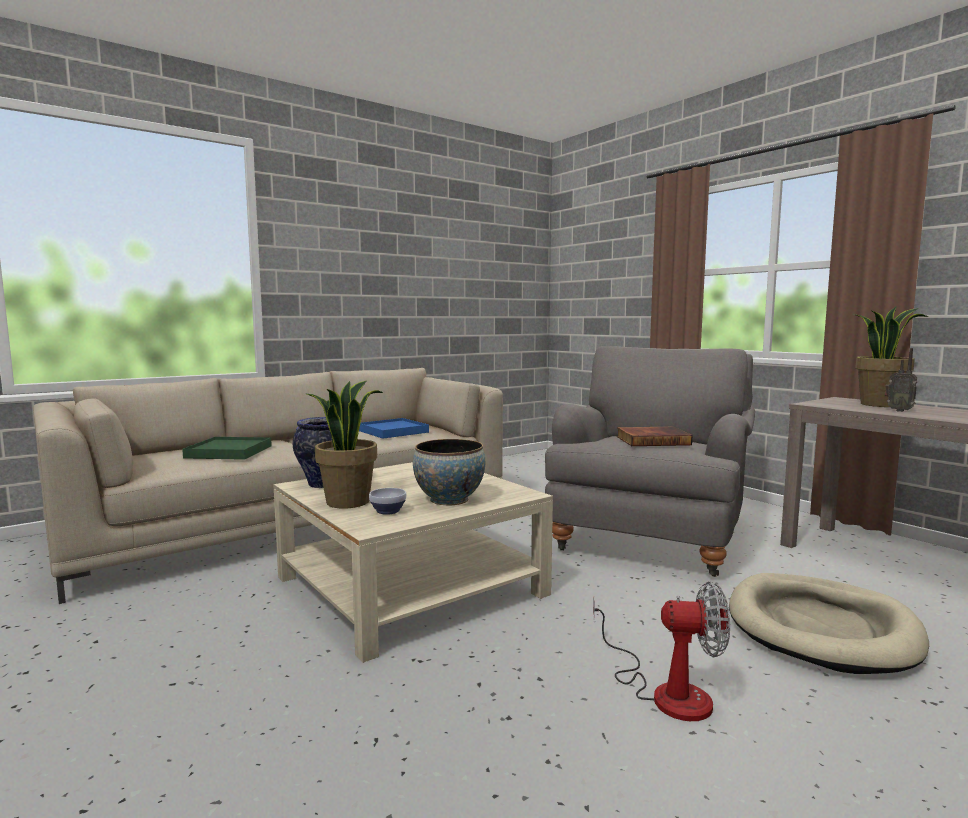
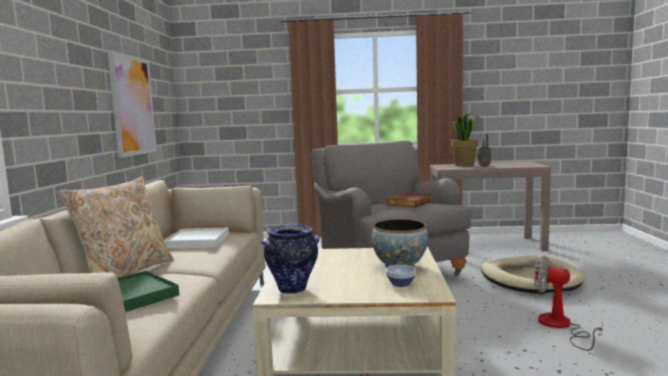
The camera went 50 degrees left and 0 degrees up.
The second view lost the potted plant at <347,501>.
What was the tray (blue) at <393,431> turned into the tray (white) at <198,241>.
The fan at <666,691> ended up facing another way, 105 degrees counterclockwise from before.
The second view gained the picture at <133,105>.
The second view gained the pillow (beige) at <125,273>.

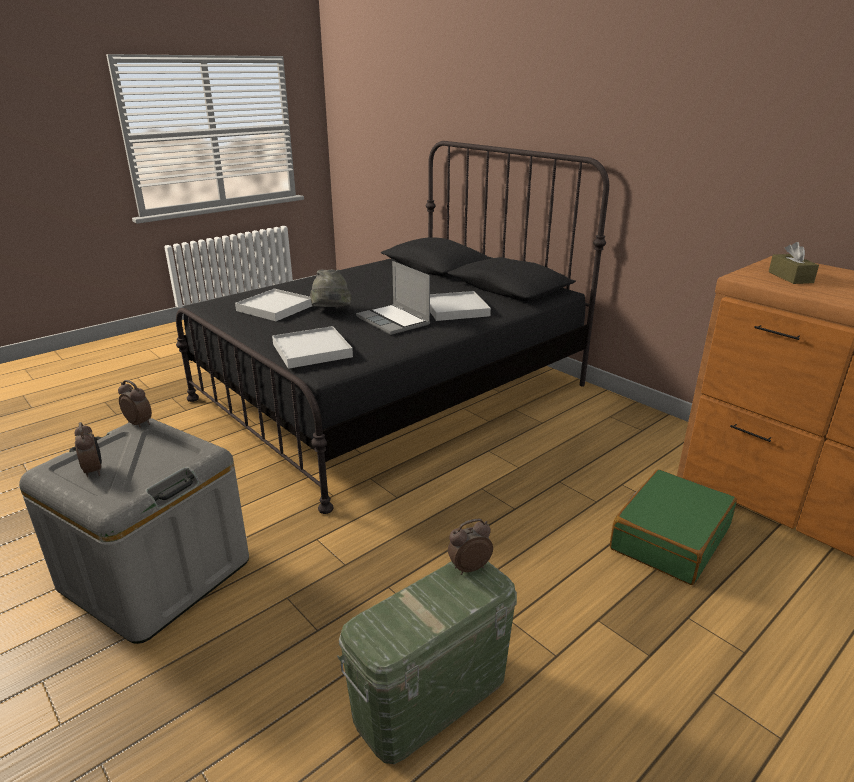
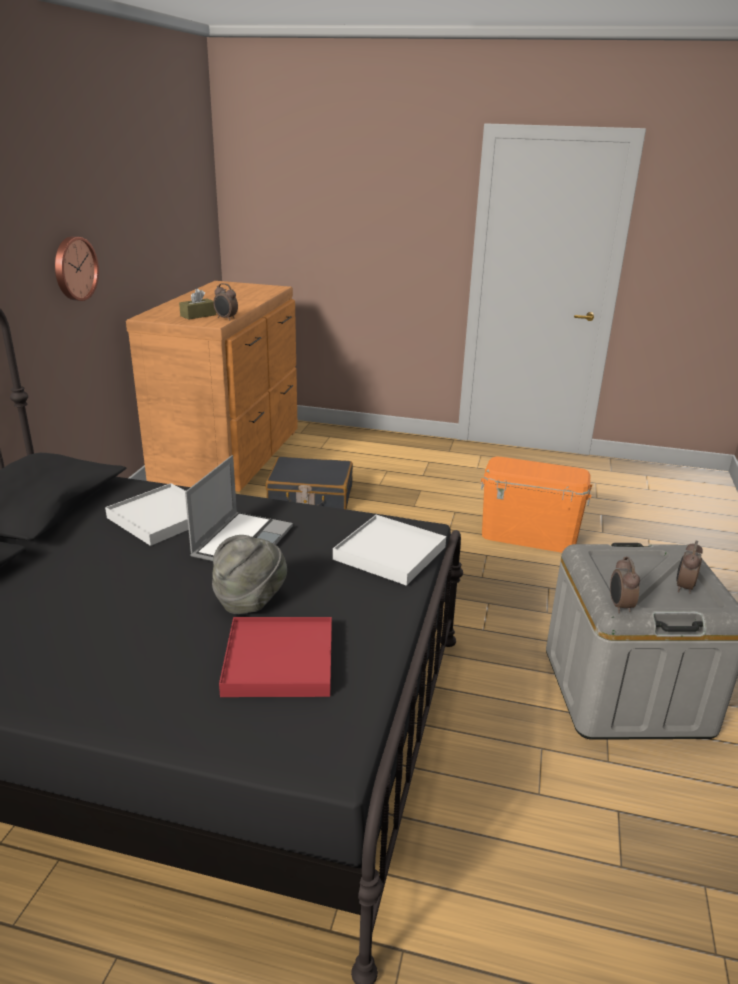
The camera went 125 degrees left and 0 degrees up.
What was the tray (white) at <275,308> turned into the tray (red) at <279,661>.
What was the suitcase (green) at <669,538> turned into the suitcase (black) at <310,496>.
The alarm clock ended up elsewhere, having gone from <468,567> to <226,319>.
What was the storage box (green) at <431,697> turned into the storage box (orange) at <529,536>.
The second view gained the wall clock at <74,268>.

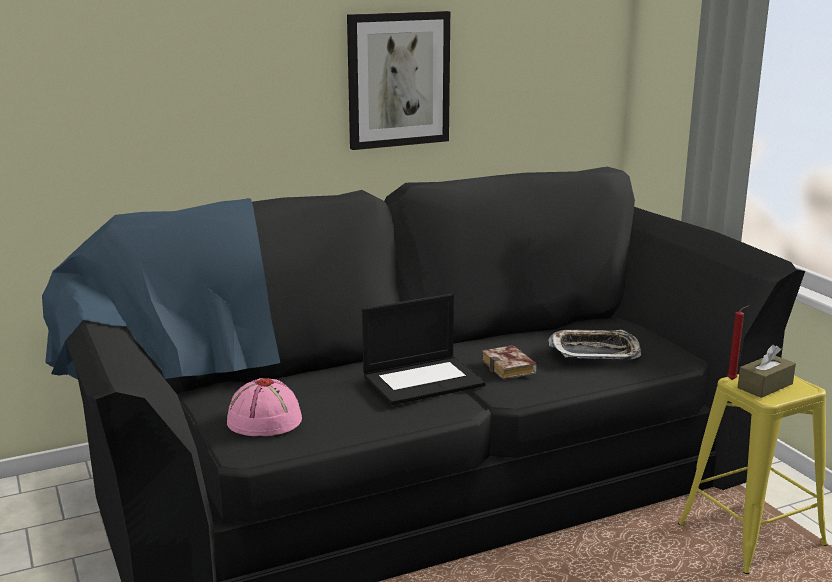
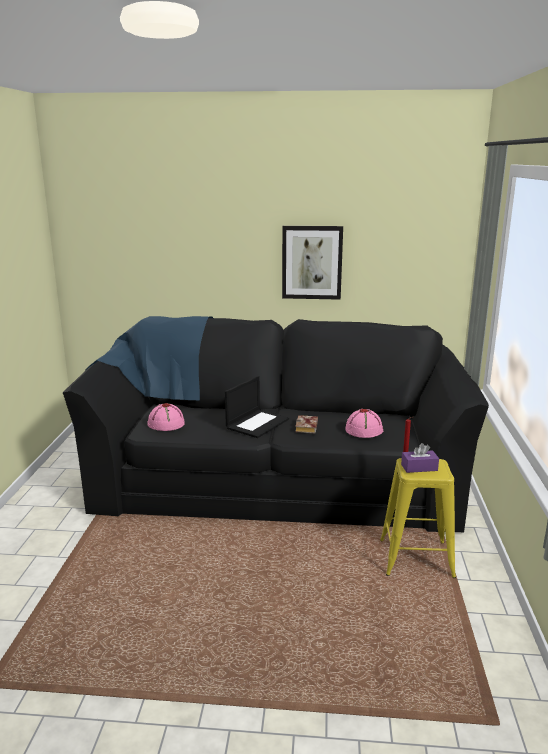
The camera went 30 degrees right and 0 degrees up.
The laptop at <423,380> ended up facing another way, 60 degrees counterclockwise from before.
Where the tray stood at <595,351>, the hat (pink) came to stand at <364,430>.
What was the tissue box (brown) at <765,386> turned into the tissue box (purple) at <419,467>.

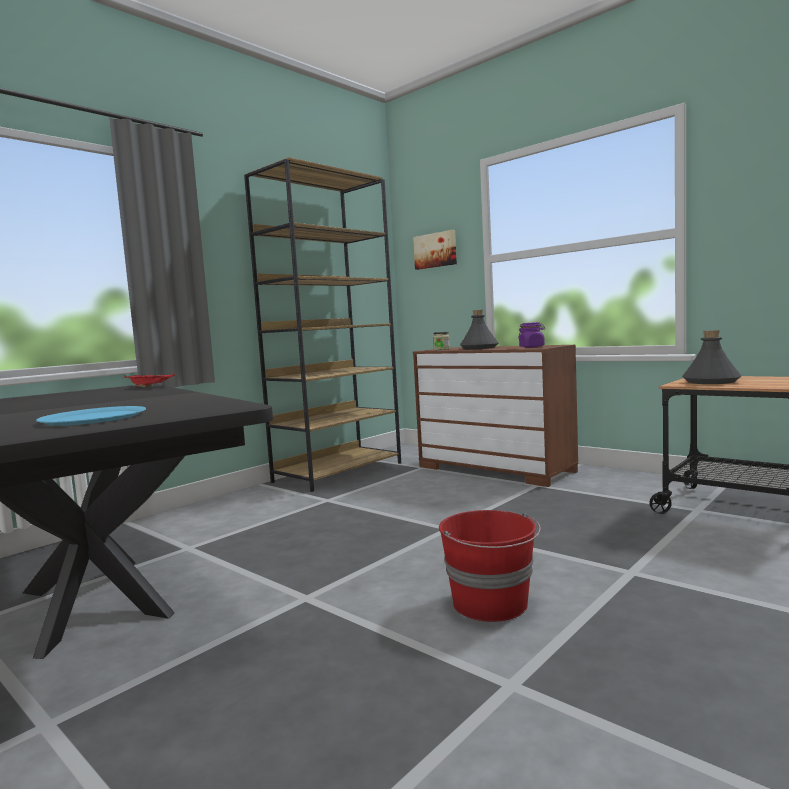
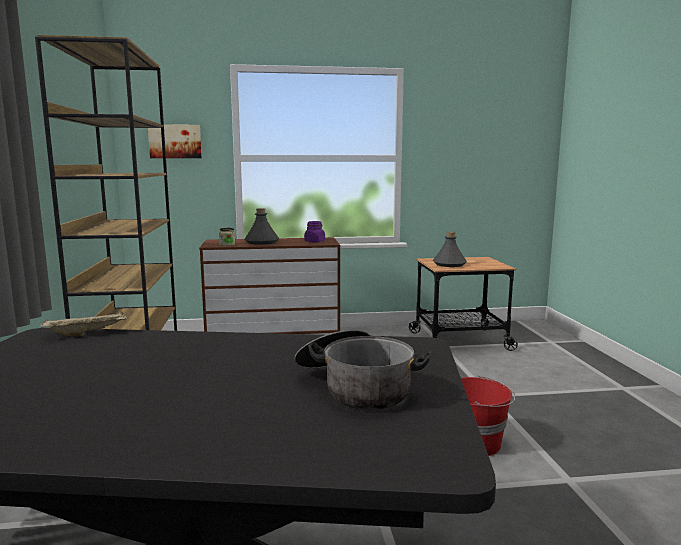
The camera went 50 degrees left and 5 degrees up.
What was the tray (red) at <151,386> turned into the tray (beige) at <88,333>.
Where the plate (blue) stood at <93,418>, the cooking pot came to stand at <355,387>.

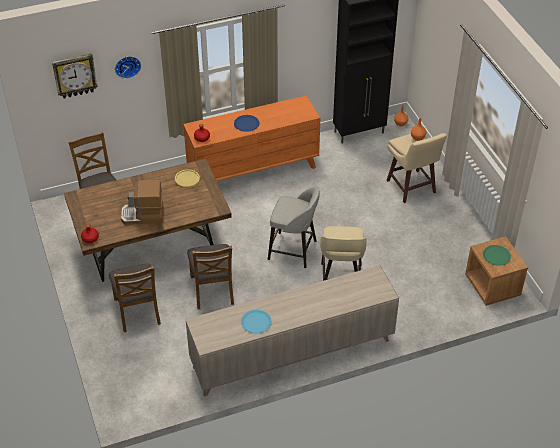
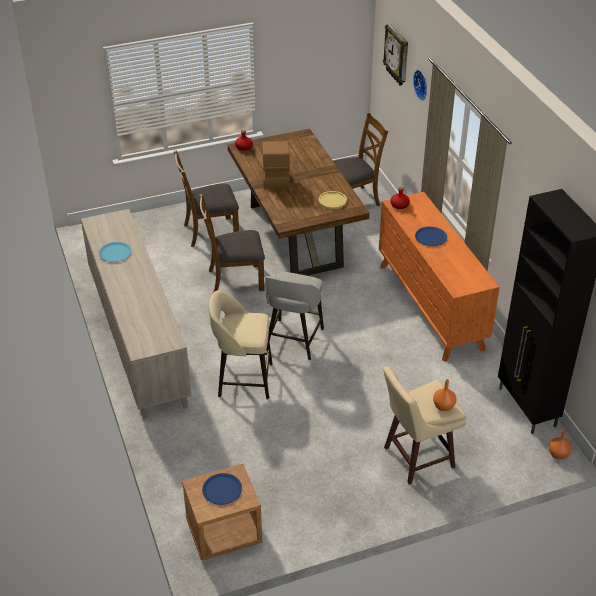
The camera went 90 degrees right and 5 degrees down.
What was the plate (green) at <496,256> turned into the plate (blue) at <222,489>.

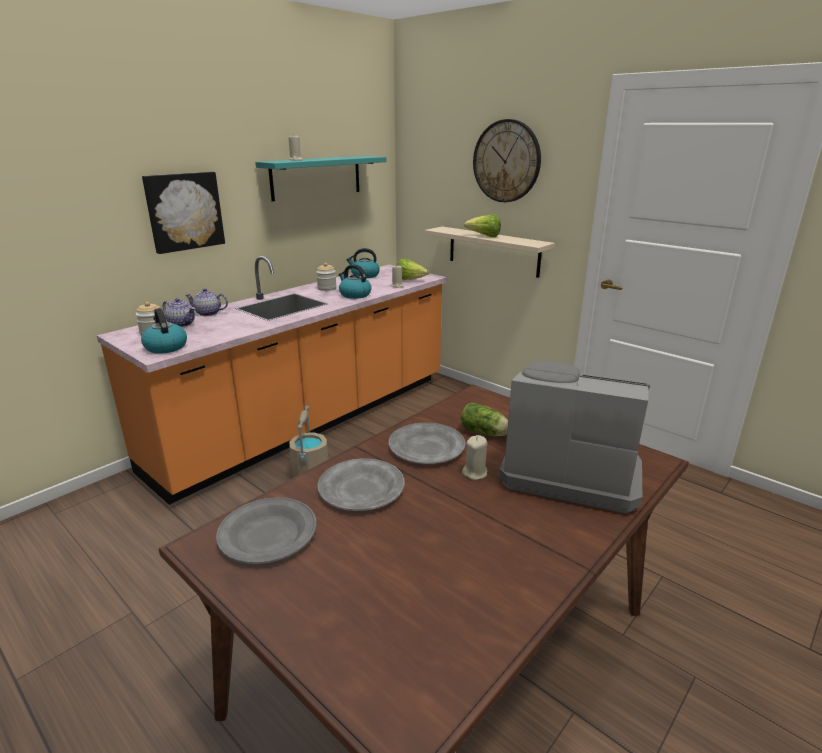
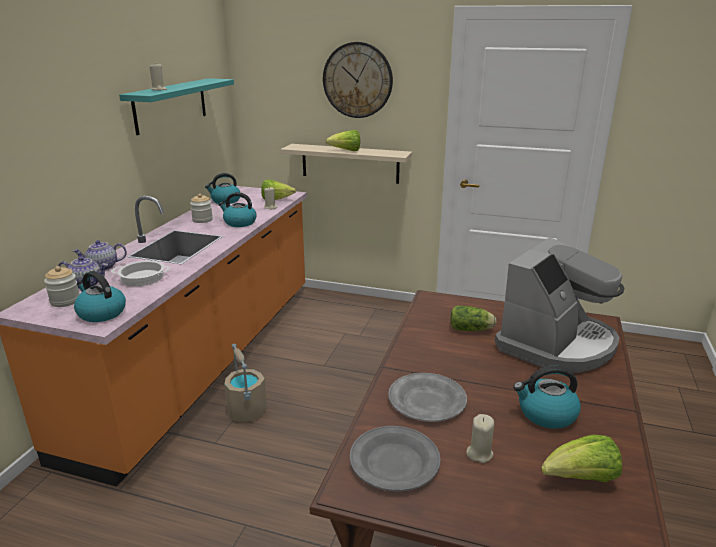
The camera went 25 degrees left and 0 degrees up.
The second view lost the picture at <184,211>.
The coffee machine at <568,470> ended up facing another way, 135 degrees clockwise from before.
The second view lost the plate (grey) at <426,447>.
The candle (beige) ended up elsewhere, having gone from <475,473> to <479,453>.
The second view gained the cooking pot at <143,277>.
The second view gained the kettle at <546,414>.
The second view gained the lettuce at <580,479>.

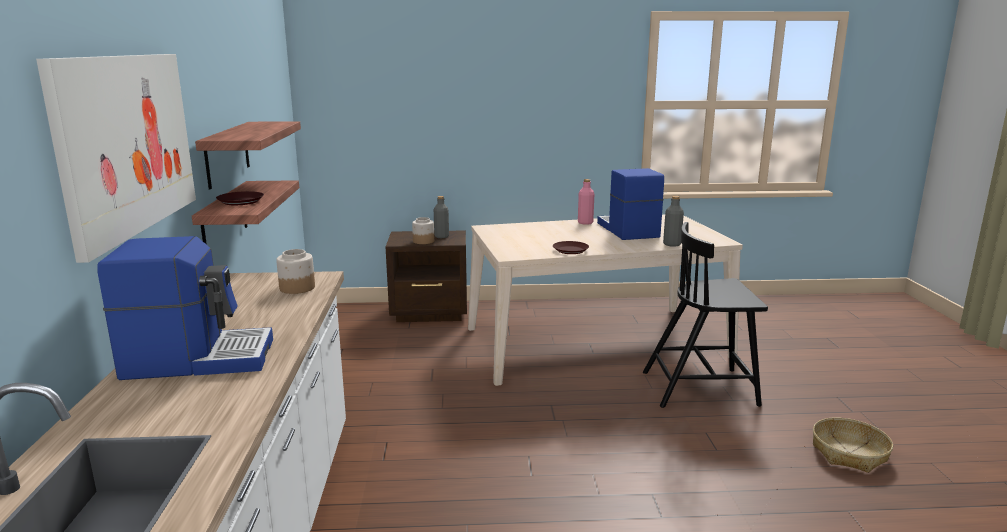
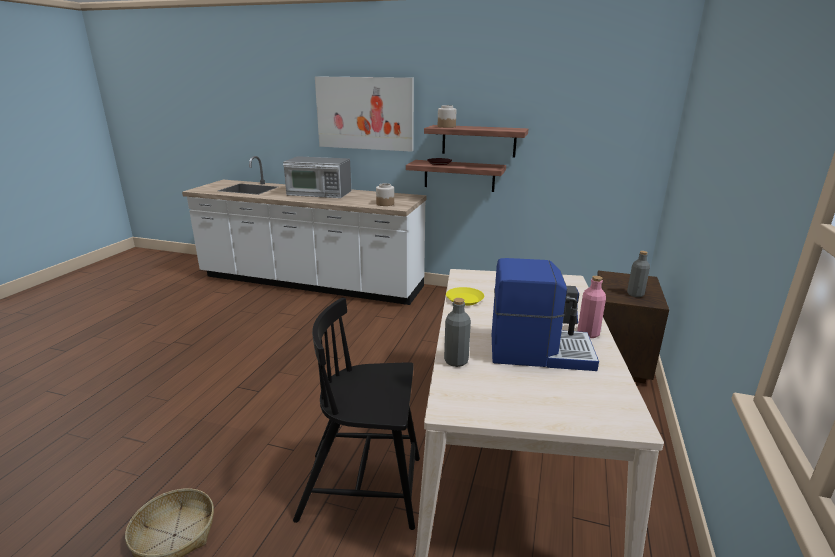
The camera went 110 degrees right and 5 degrees up.
The jar ended up elsewhere, having gone from <423,241> to <446,126>.
The chair (black) at <701,388> ended up facing another way, 105 degrees counterclockwise from before.
Where the coffee machine stood at <198,358>, the microwave came to stand at <319,193>.
What was the plate (brown) at <570,250> turned into the plate (yellow) at <465,299>.

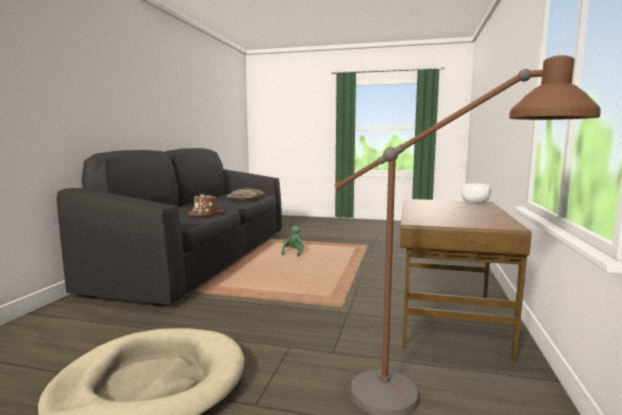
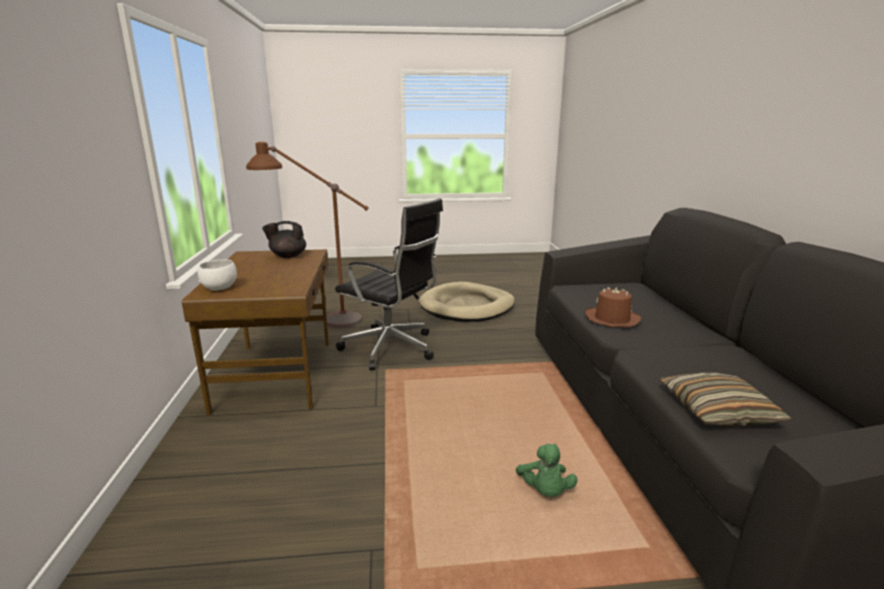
The camera went 160 degrees right and 10 degrees up.
The second view gained the office chair (black) at <391,349>.
The second view gained the teapot (black) at <287,256>.

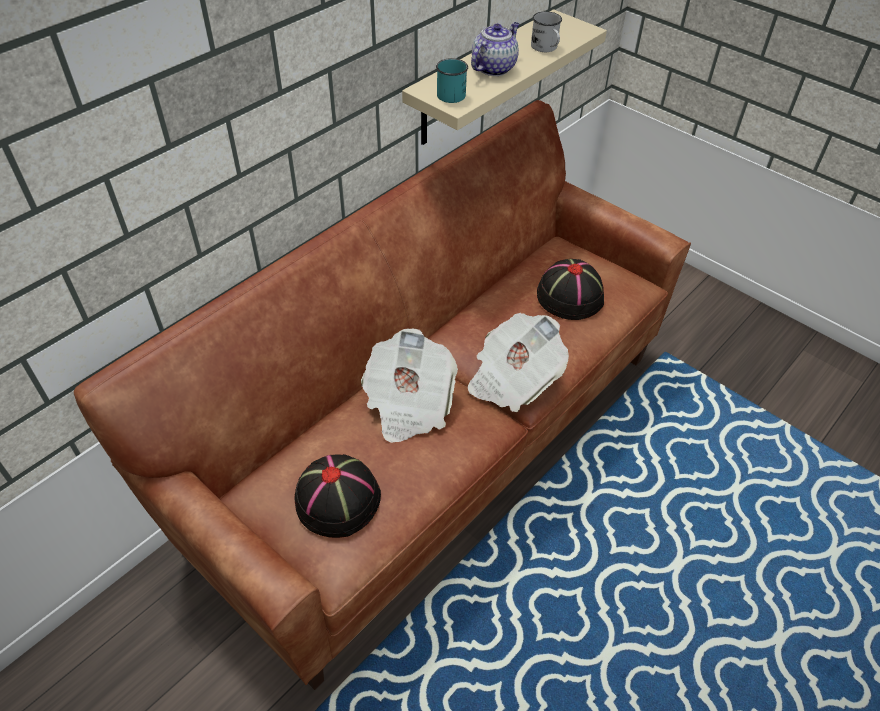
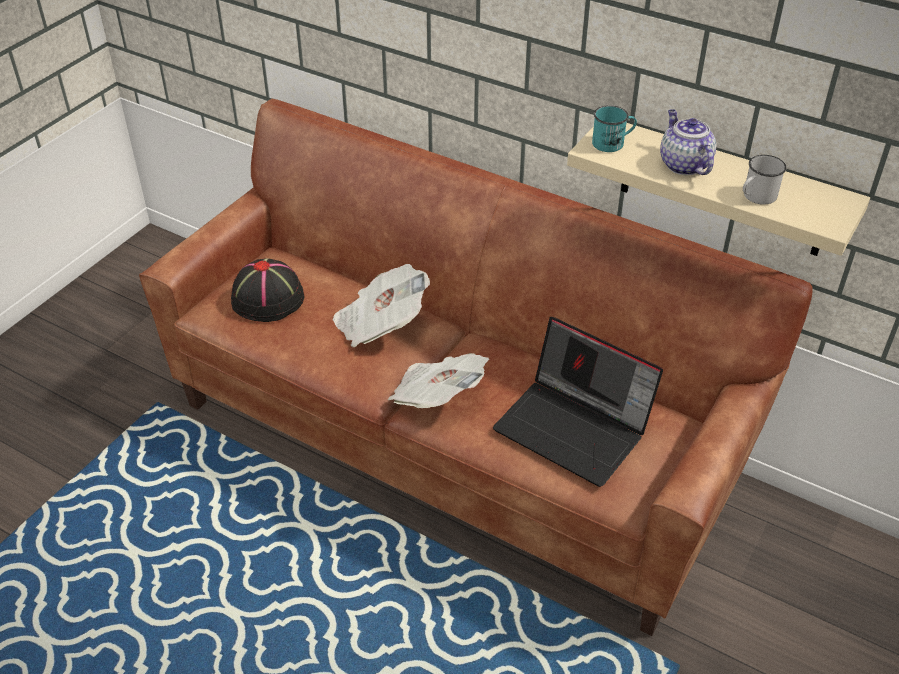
The camera went 80 degrees right and 5 degrees down.
The teapot at <493,68> ended up facing another way, 135 degrees counterclockwise from before.
Where the hat (black) stood at <569,295>, the laptop came to stand at <575,428>.

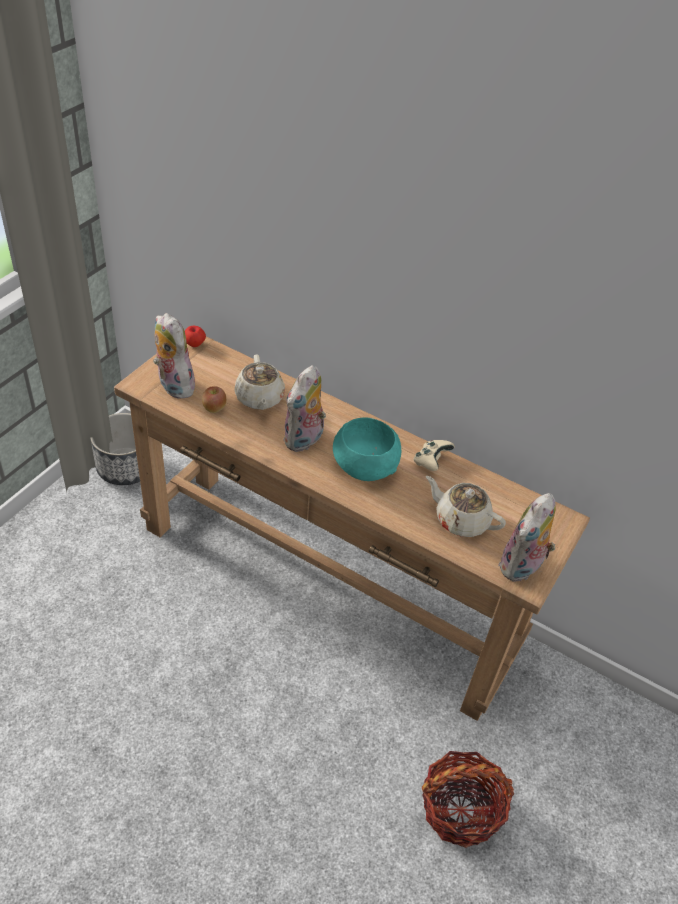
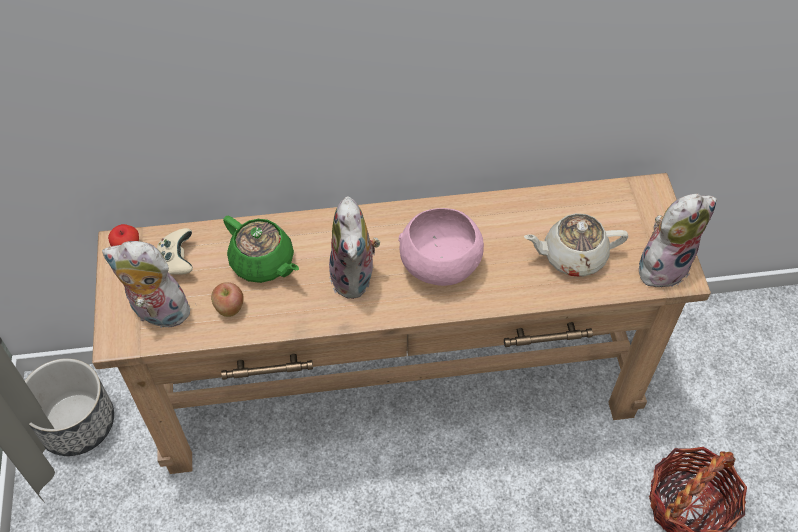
The camera went 35 degrees left and 10 degrees up.
What was the teapot (beige) at <259,398> turned into the teapot (green) at <263,263>.
What was the bowl (turquoise) at <363,468> turned into the bowl (pink) at <439,266>.
The game controller (beige) ended up elsewhere, having gone from <431,461> to <177,261>.
The plush toy at <522,568> ended up facing another way, 120 degrees counterclockwise from before.

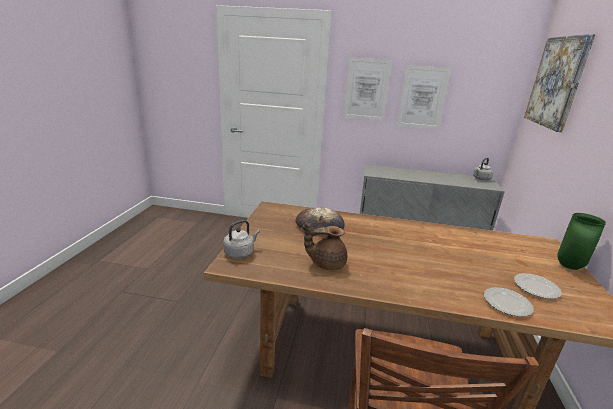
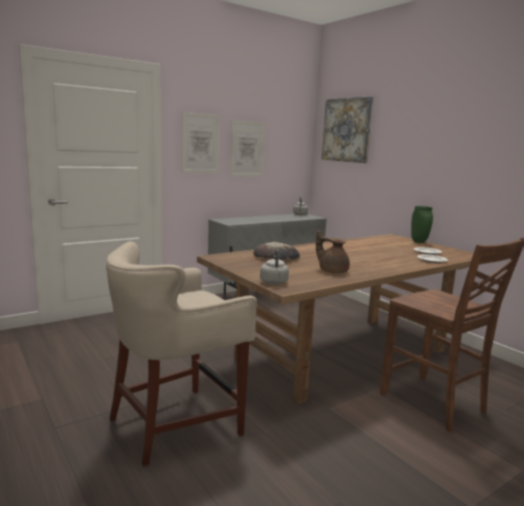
The camera went 45 degrees left and 10 degrees down.
The teapot (brown) at <326,263> ended up facing another way, 90 degrees clockwise from before.
The second view gained the stool (beige) at <176,424>.

